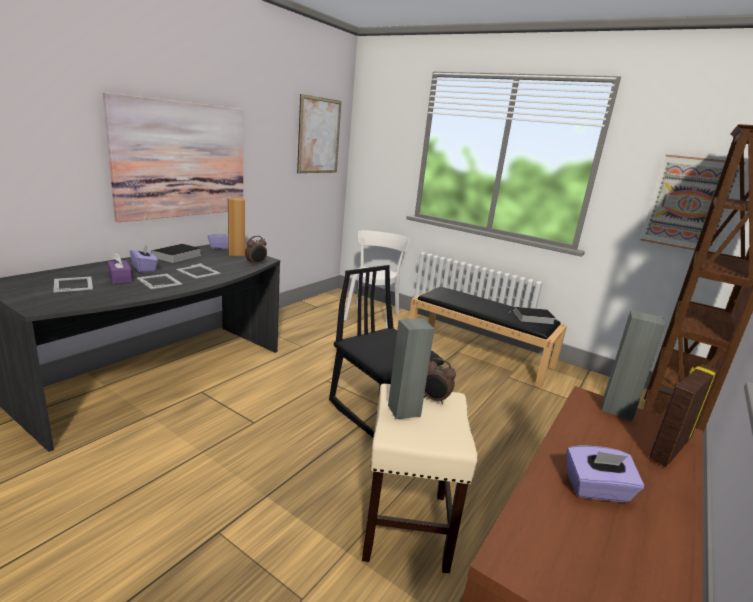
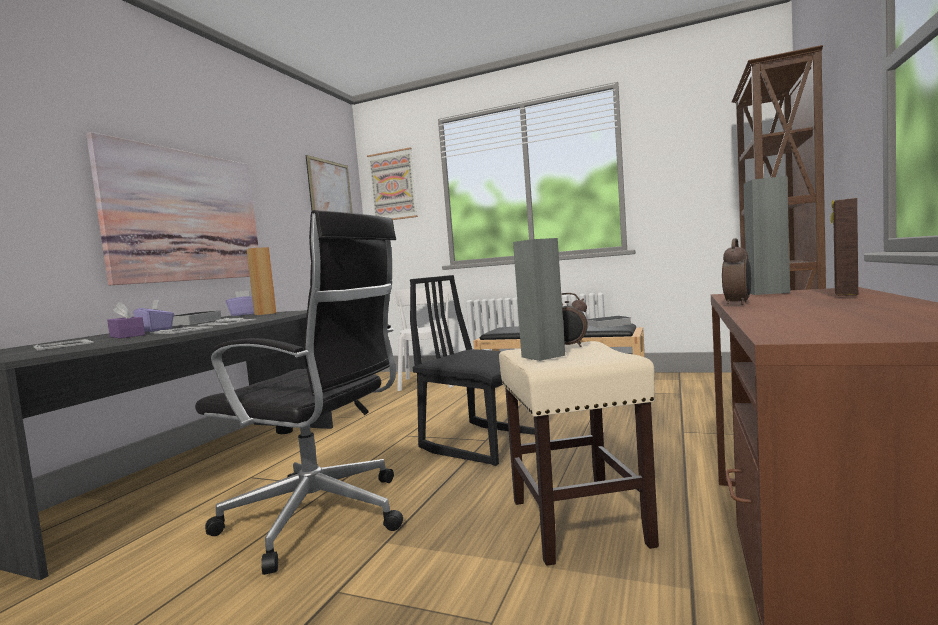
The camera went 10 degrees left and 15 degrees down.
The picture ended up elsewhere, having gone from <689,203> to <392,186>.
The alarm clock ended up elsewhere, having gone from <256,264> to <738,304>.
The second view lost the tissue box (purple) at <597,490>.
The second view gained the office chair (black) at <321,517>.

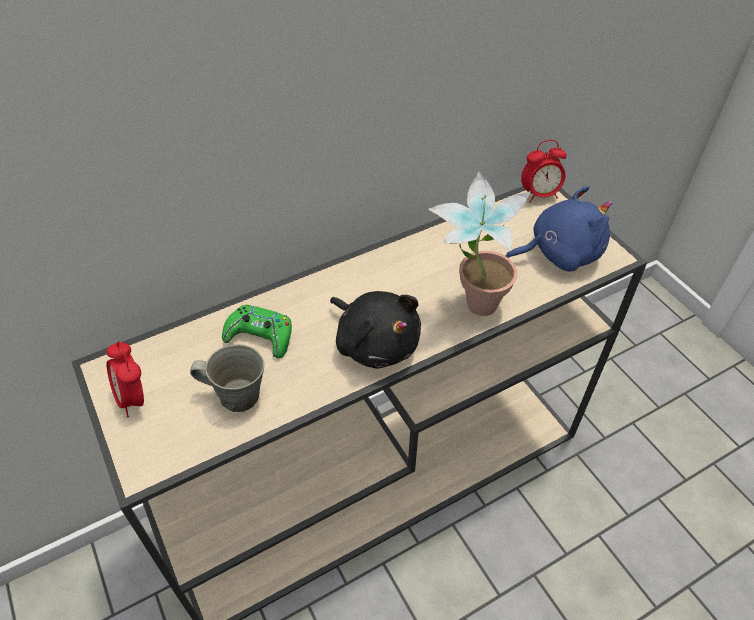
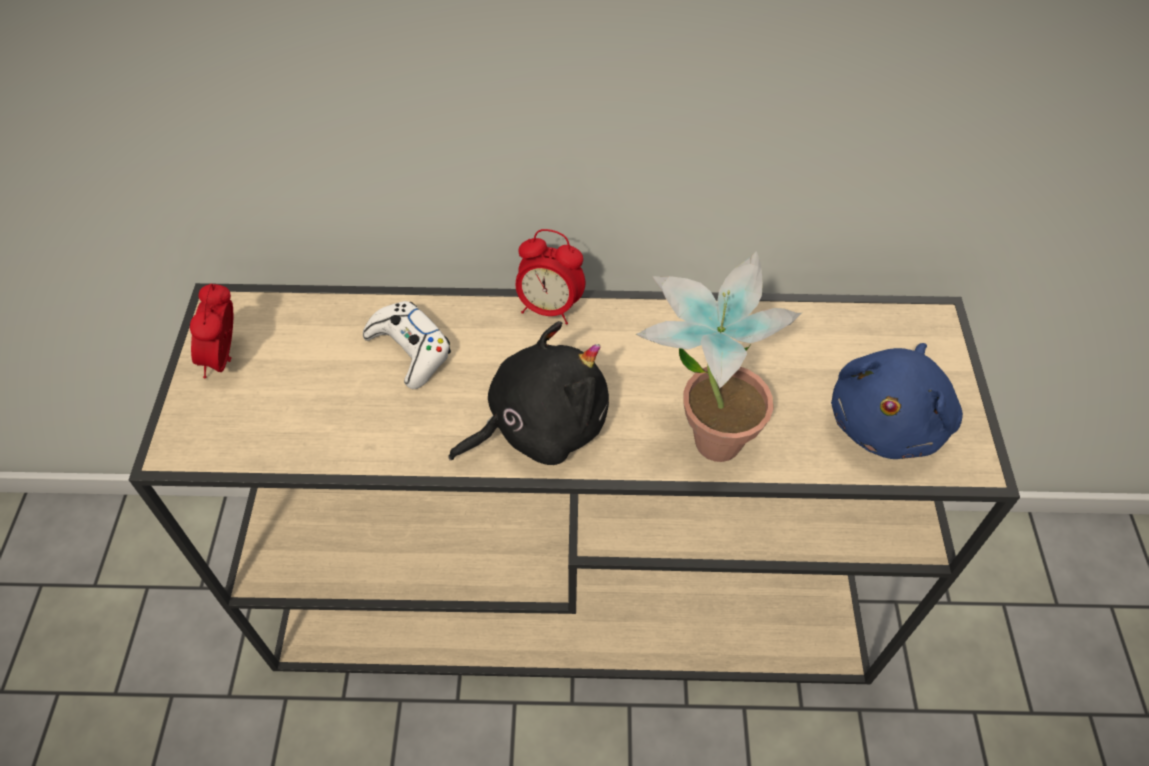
The camera went 30 degrees right and 5 degrees up.
The alarm clock ended up elsewhere, having gone from <539,195> to <549,308>.
The plush toy (blue) at <559,253> ended up facing another way, 105 degrees clockwise from before.
The plush toy (black) at <375,342> ended up facing another way, 105 degrees counterclockwise from before.
What was the game controller (green) at <260,336> turned into the game controller (white) at <410,350>.
The second view lost the mug (grey) at <237,395>.

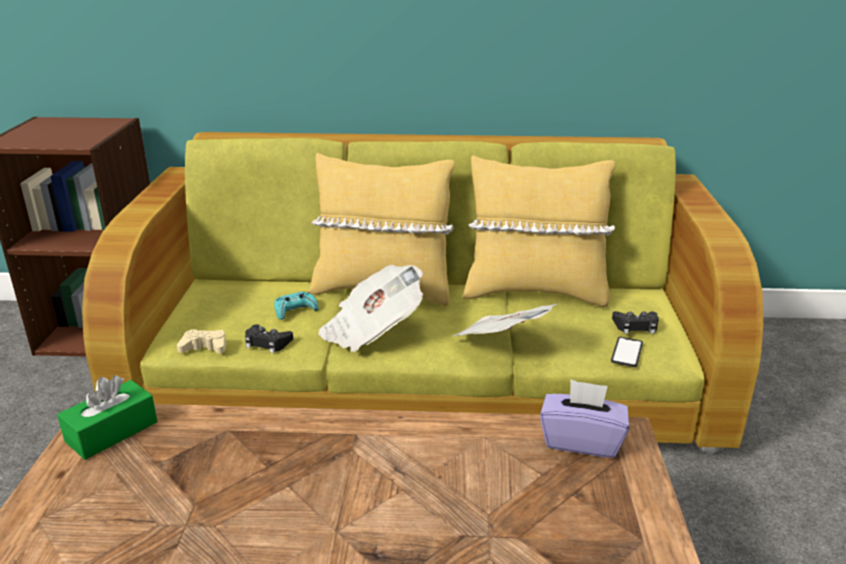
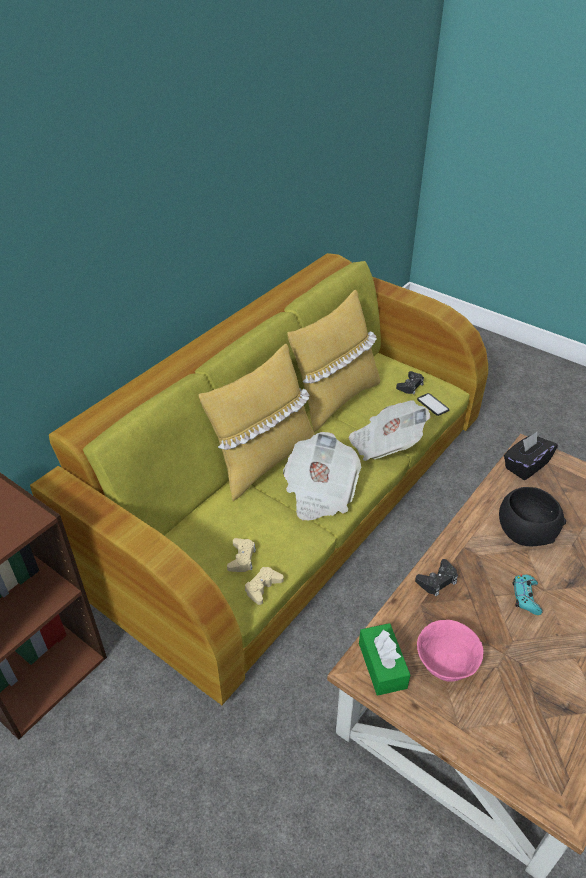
The camera went 55 degrees left and 15 degrees up.
The game controller (turquoise) ended up elsewhere, having gone from <295,310> to <526,597>.
The game controller (black) ended up elsewhere, having gone from <267,343> to <437,581>.
What was the tissue box (purple) at <581,440> turned into the tissue box (black) at <525,466>.
The second view gained the bowl (black) at <525,532>.
The second view gained the game controller (beige) at <242,558>.
The second view gained the bowl (pink) at <445,665>.

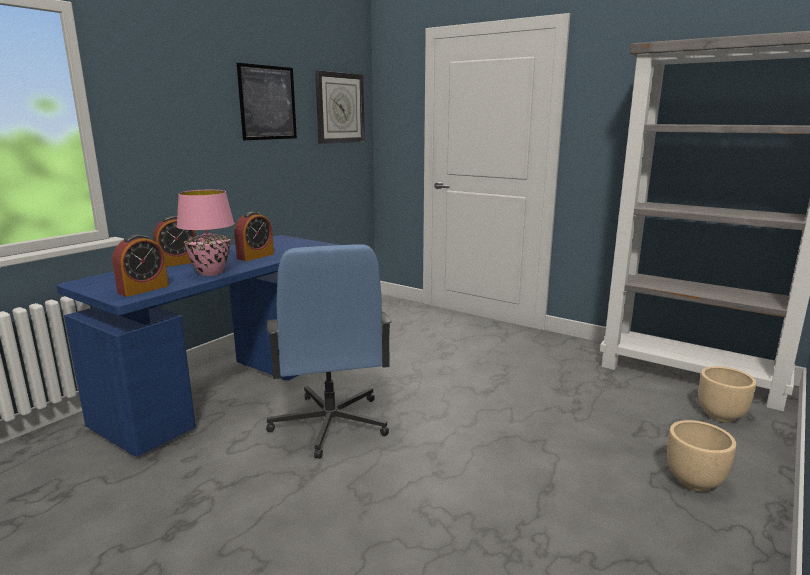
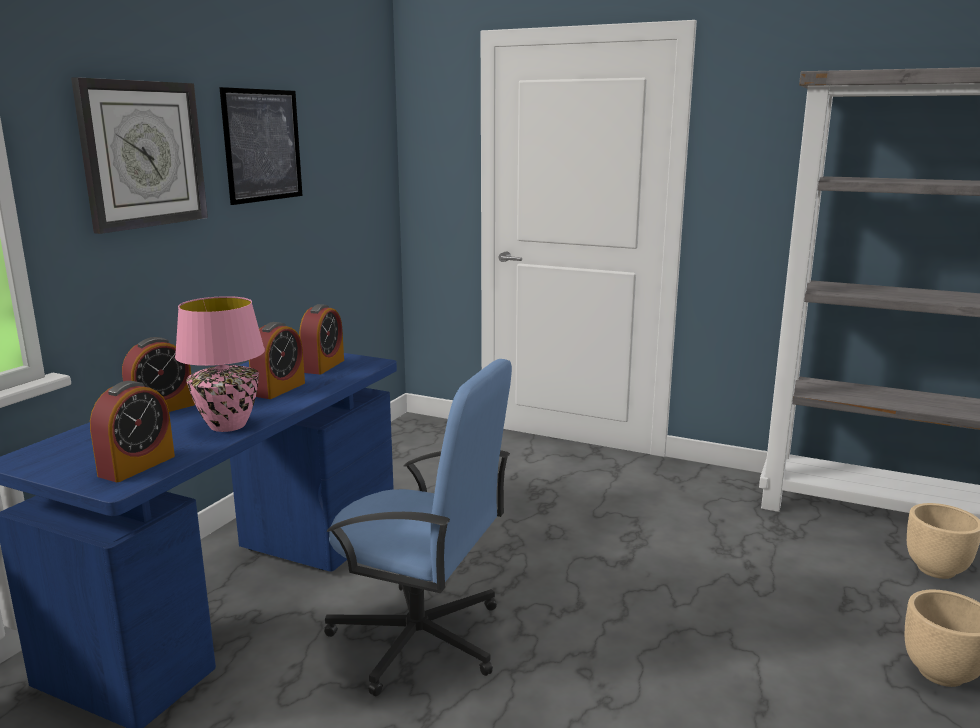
The camera went 10 degrees left and 0 degrees up.
The wall clock ended up elsewhere, having gone from <339,108> to <143,154>.
The office chair (blue) at <330,424> ended up facing another way, 45 degrees counterclockwise from before.
The second view gained the alarm clock at <323,366>.

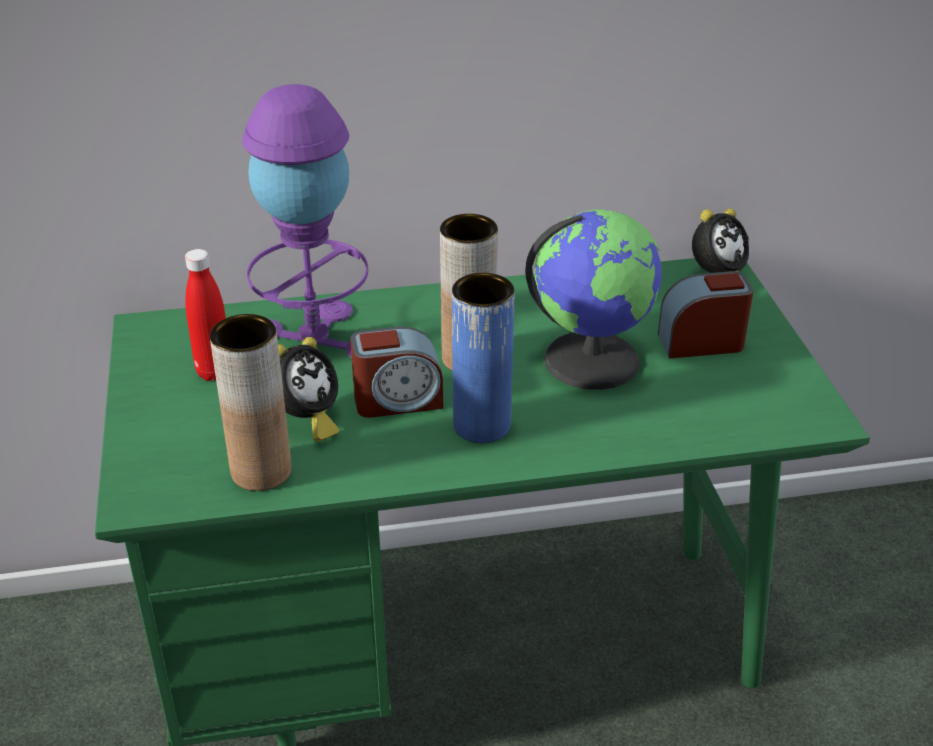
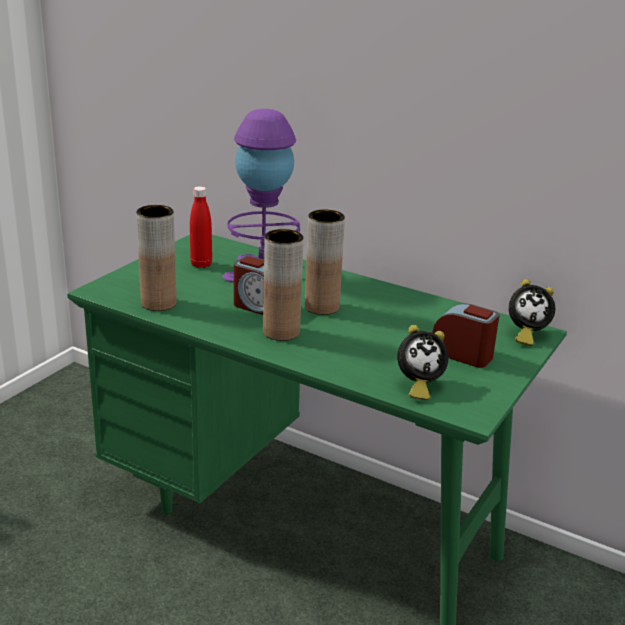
The camera went 40 degrees right and 10 degrees down.
The second view lost the globe at <591,359>.
What was the vase (blue) at <481,425> turned into the vase (brown) at <281,332>.
The alarm clock ended up elsewhere, having gone from <307,421> to <417,386>.

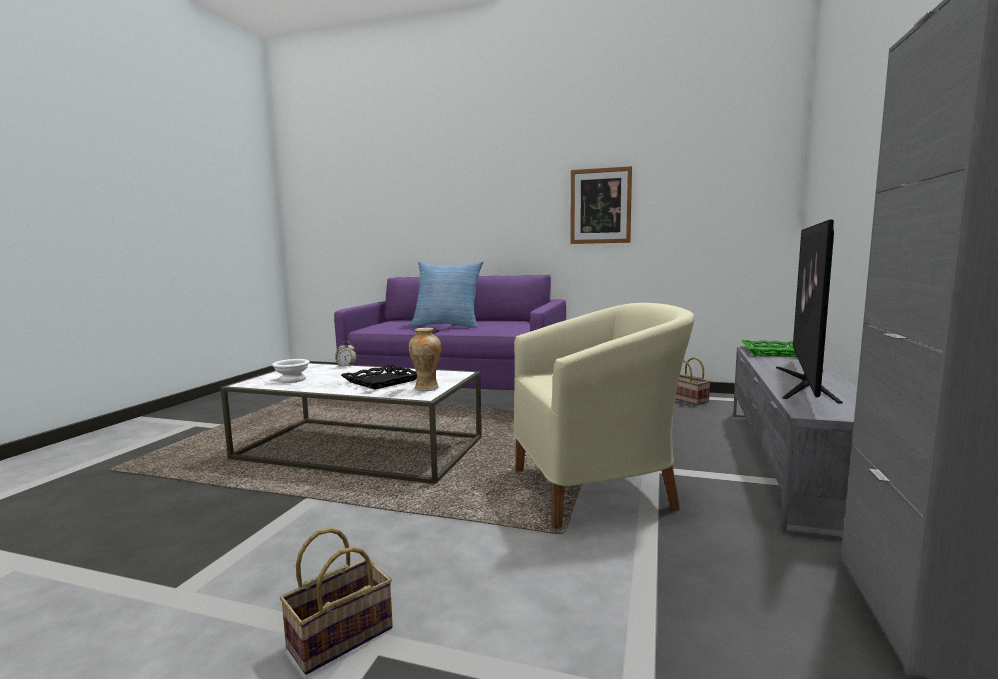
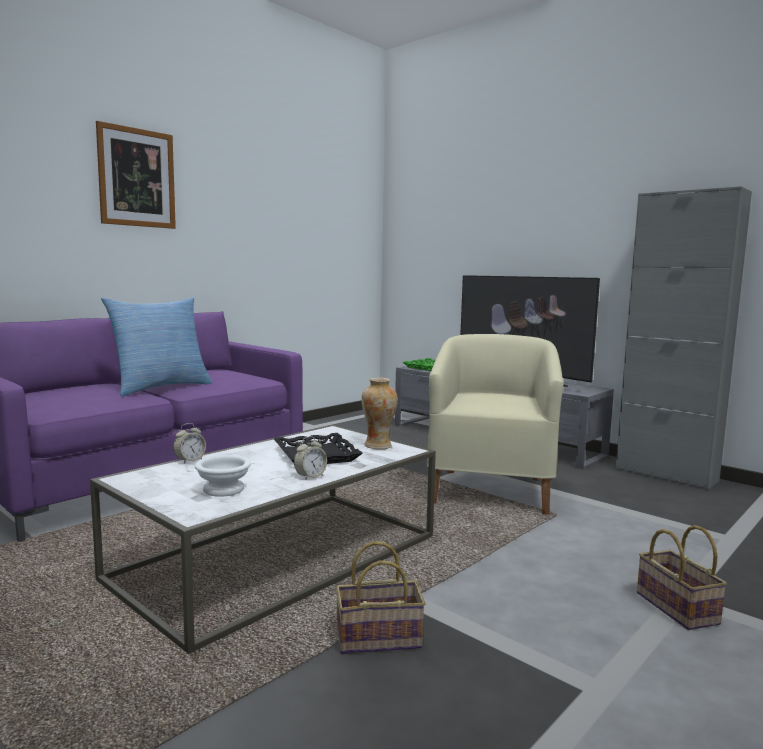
The camera went 65 degrees left and 0 degrees up.
The picture ended up elsewhere, having gone from <600,206> to <137,178>.
The basket ended up elsewhere, having gone from <688,399> to <380,637>.
The second view gained the alarm clock at <310,476>.

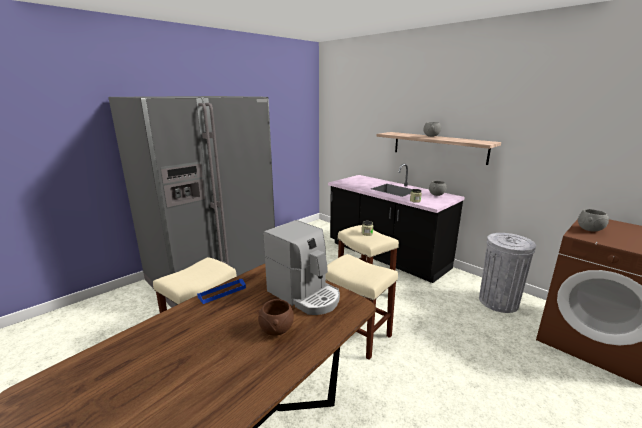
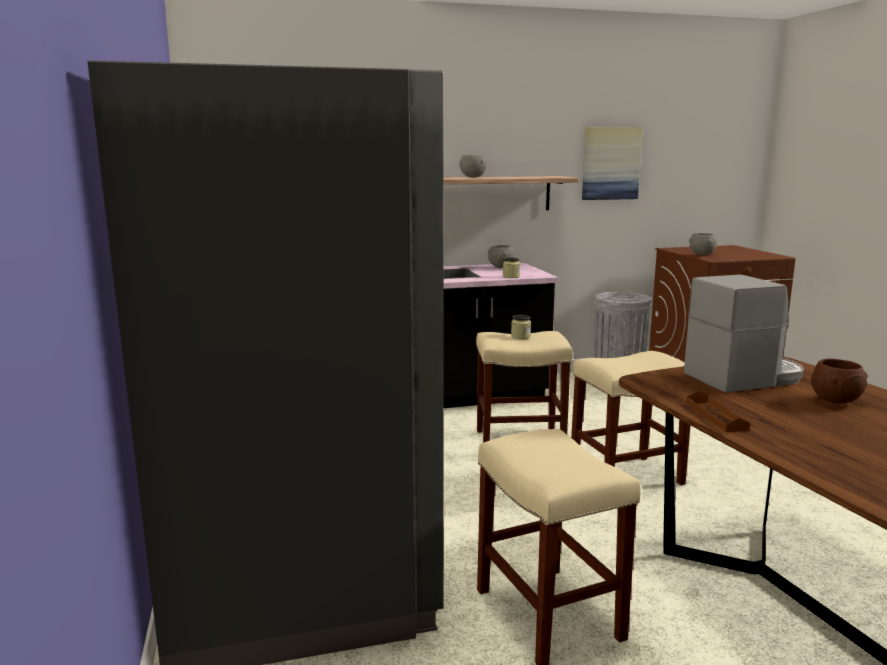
The camera went 60 degrees left and 5 degrees down.
What was the tray (blue) at <222,292> turned into the tray (brown) at <716,416>.
The second view gained the picture at <611,163>.

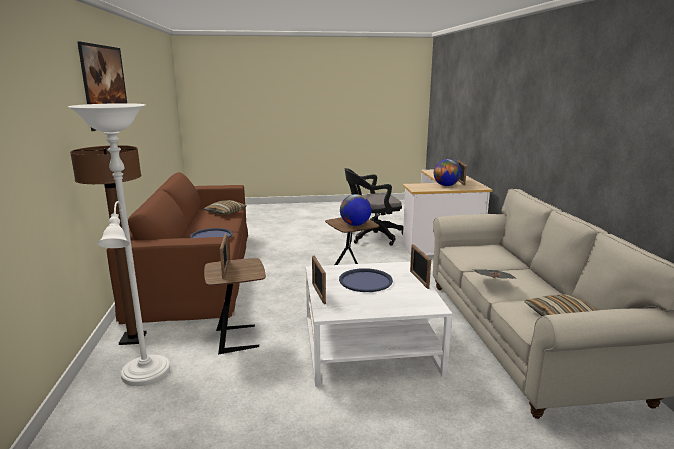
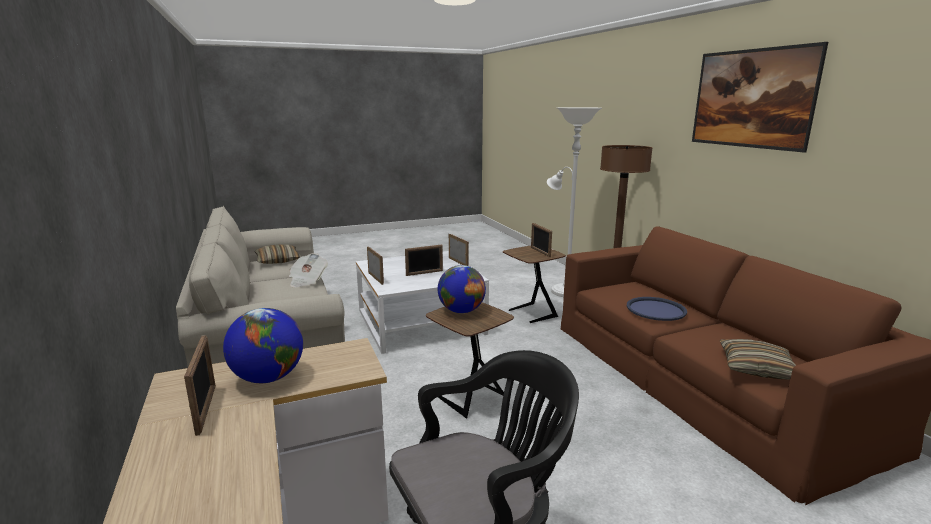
The camera went 165 degrees right and 0 degrees up.
Where the tray (blue) stood at <365,281>, the picture frame came to stand at <424,273>.

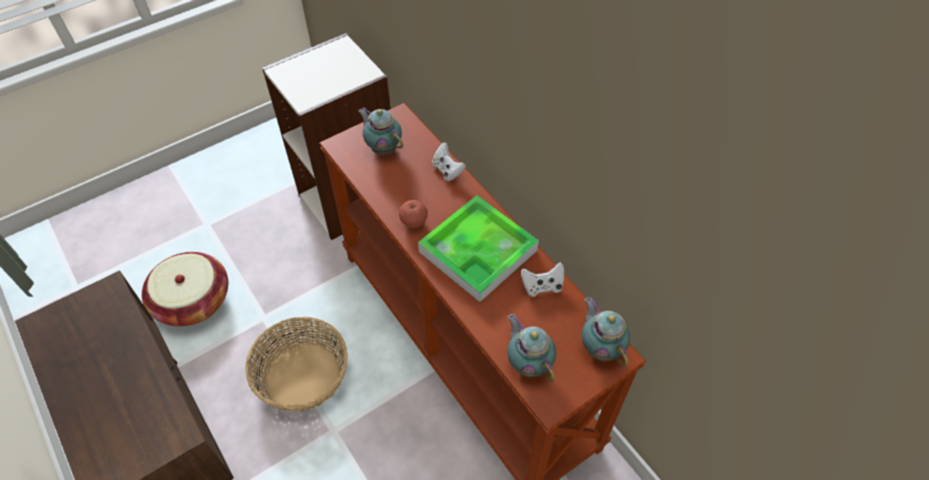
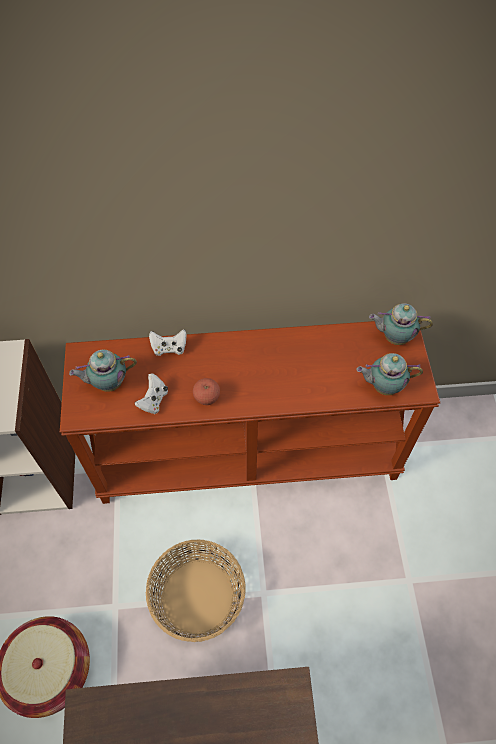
The camera went 60 degrees left and 5 degrees up.
The second view lost the tray at <478,251>.
The game controller (white) ended up elsewhere, having gone from <542,286> to <153,400>.

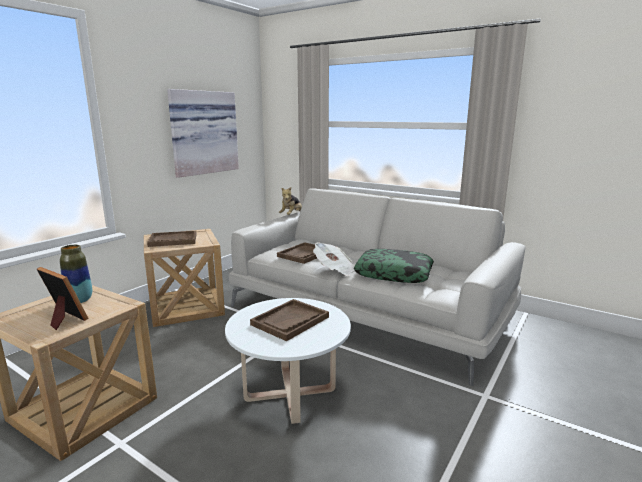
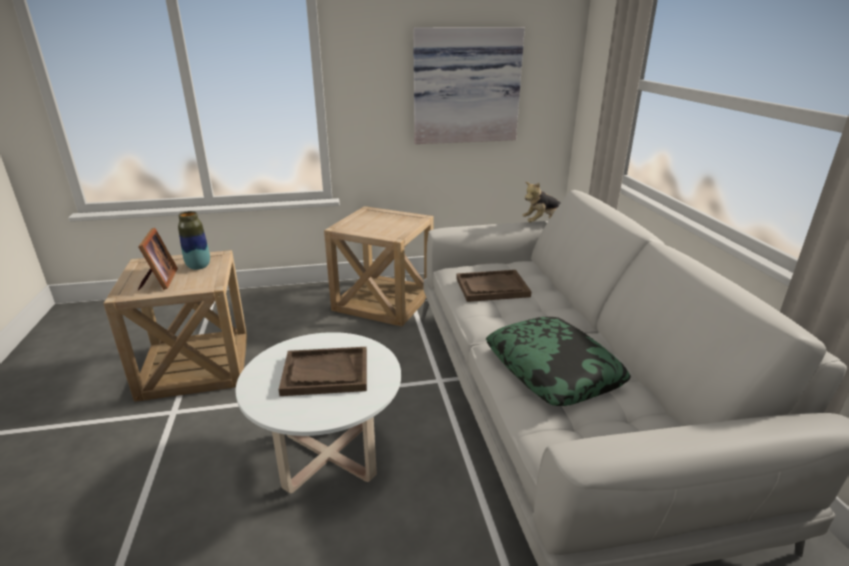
The camera went 45 degrees right and 10 degrees up.
The second view lost the tray (brown) at <173,240>.
The second view lost the newspaper at <334,269>.

